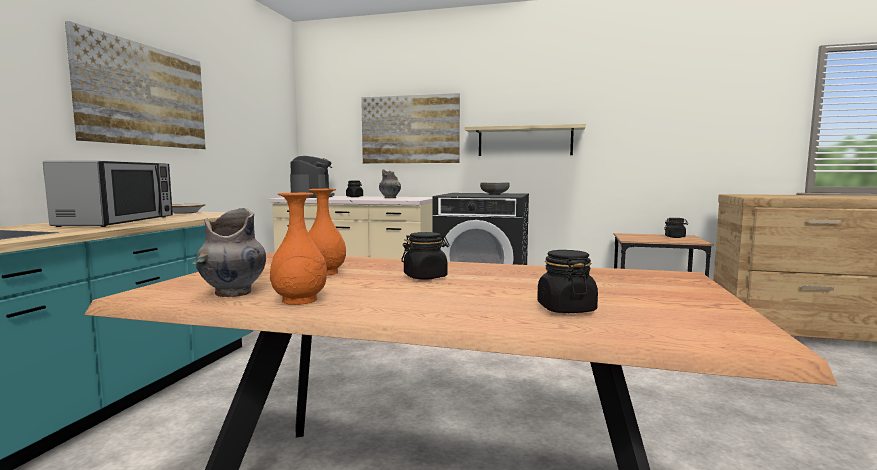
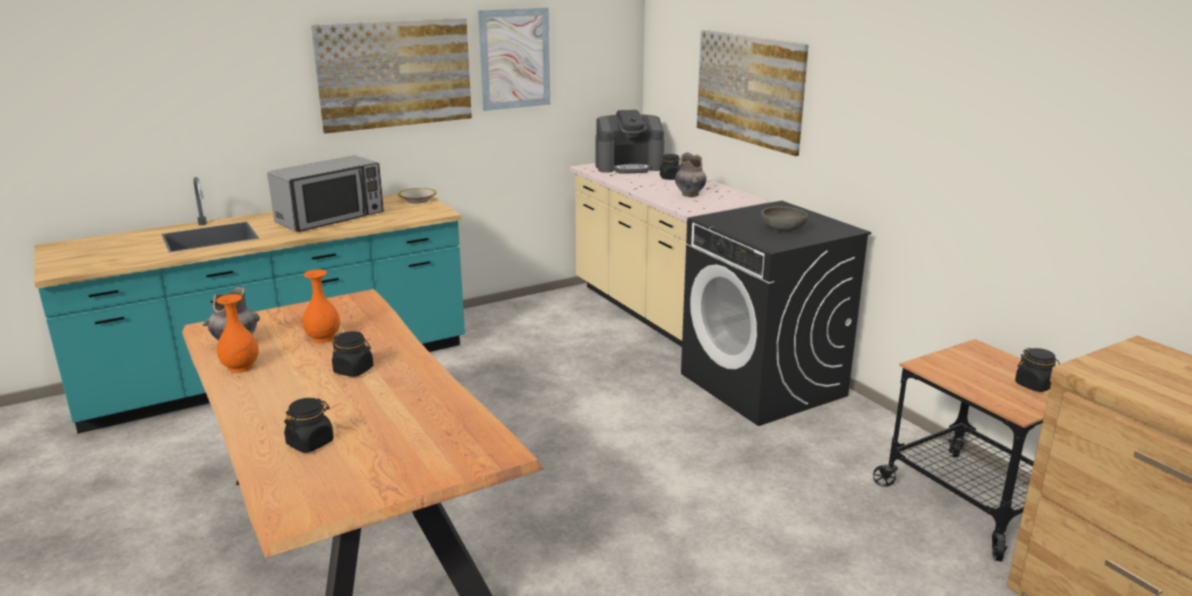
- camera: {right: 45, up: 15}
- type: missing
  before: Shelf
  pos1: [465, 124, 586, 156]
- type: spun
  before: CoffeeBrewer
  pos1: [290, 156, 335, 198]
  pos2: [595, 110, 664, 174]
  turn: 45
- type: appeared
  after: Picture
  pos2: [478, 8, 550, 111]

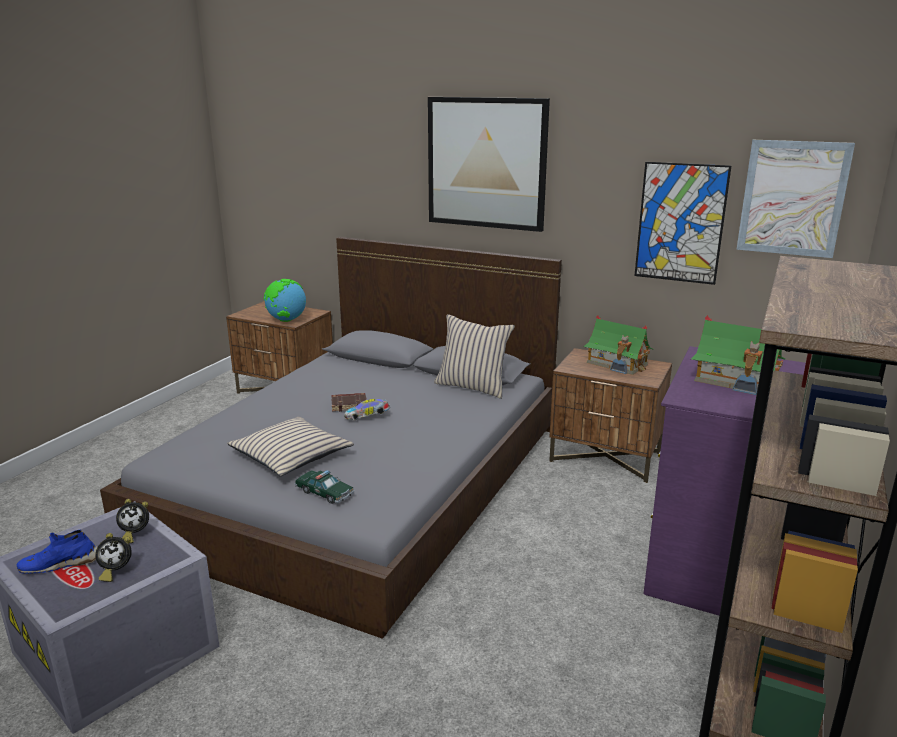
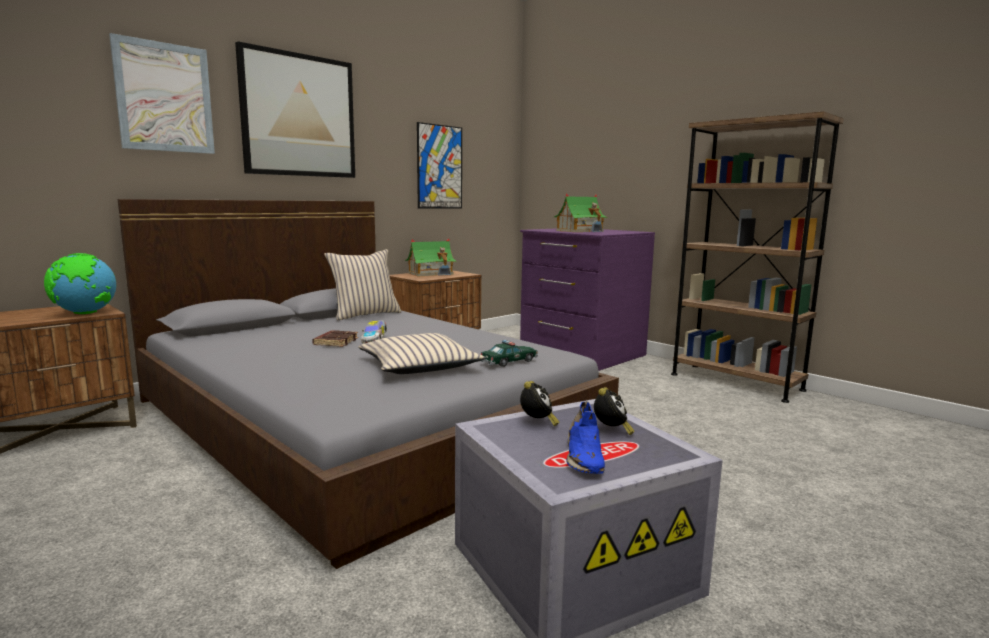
- camera: {right: -70, up: -10}
- type: relocated
  before: Picture
  pos1: [736, 140, 855, 258]
  pos2: [109, 33, 215, 154]

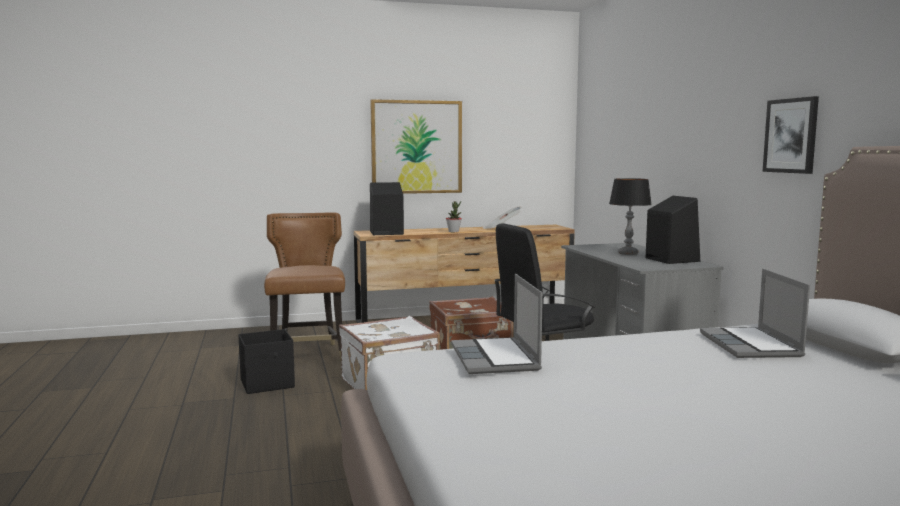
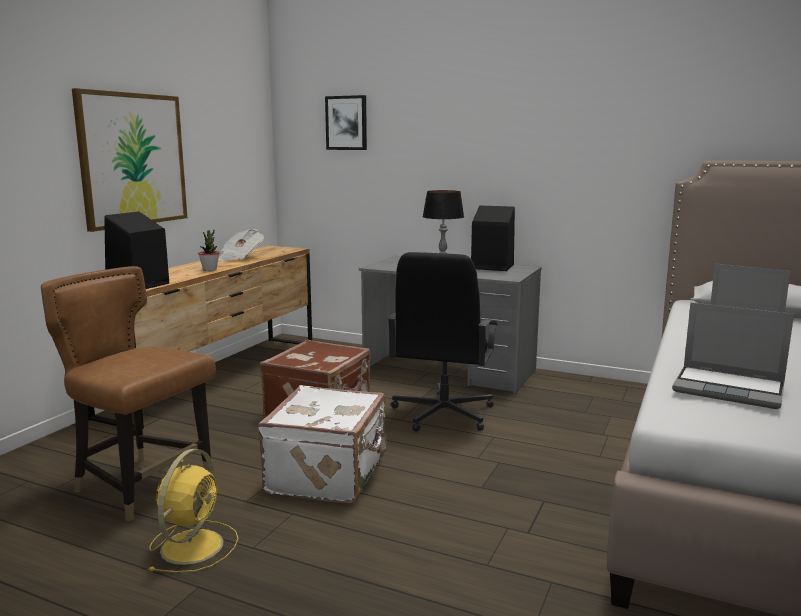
- camera: {right: -50, up: 5}
- type: relocated
  before: Picture
  pos1: [762, 96, 819, 174]
  pos2: [325, 95, 367, 150]
- type: exchanged
  before: BlackishStorageContainer
  after: YellowColouredFan
  pos1: [238, 329, 295, 394]
  pos2: [148, 449, 239, 573]

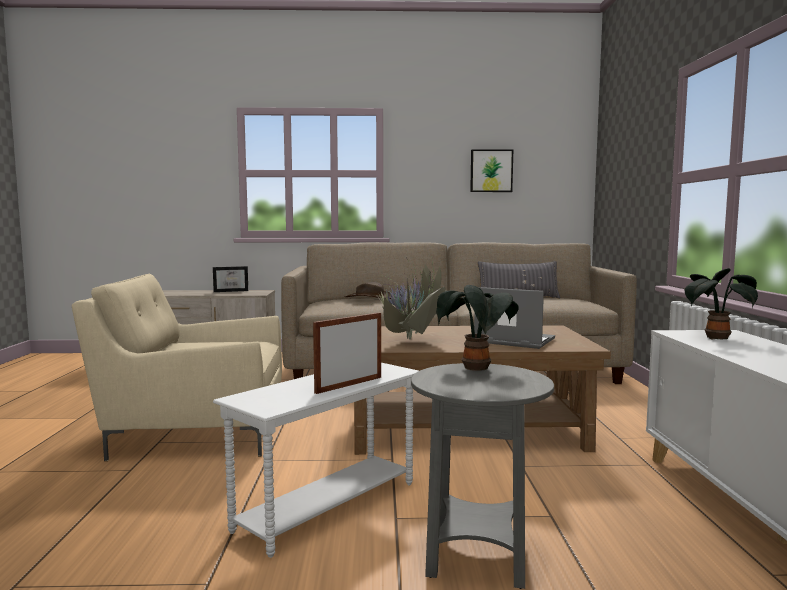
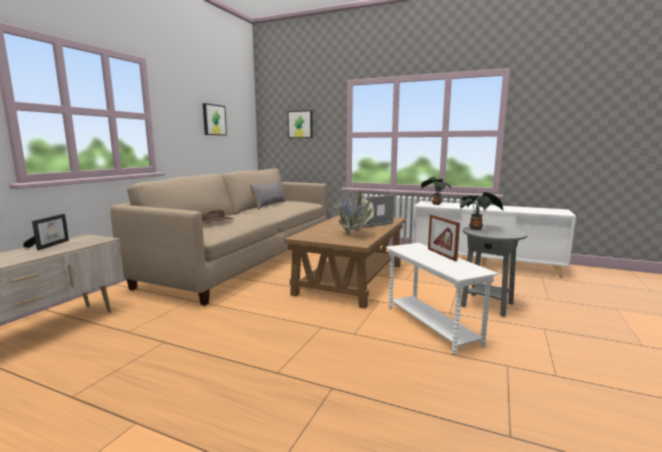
- camera: {right: -65, up: 5}
- type: missing
  before: BeigeEasyChair
  pos1: [72, 274, 282, 461]
- type: appeared
  after: Picture
  pos2: [288, 110, 313, 138]

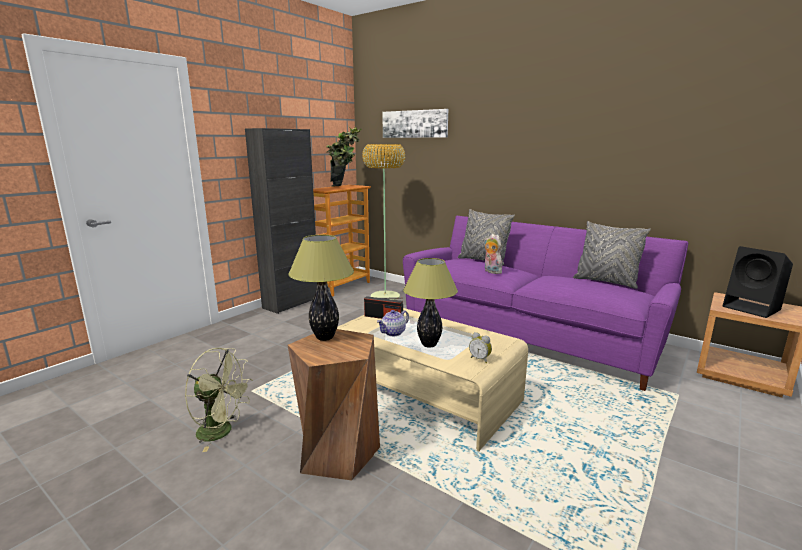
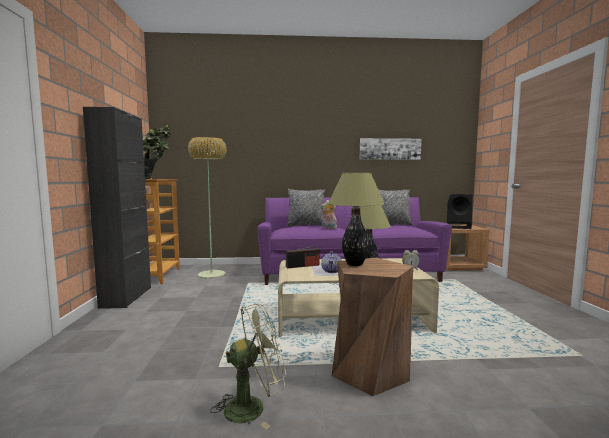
- camera: {right: -40, up: -10}
- type: relocated
  before: Picture
  pos1: [382, 109, 448, 138]
  pos2: [360, 138, 422, 160]

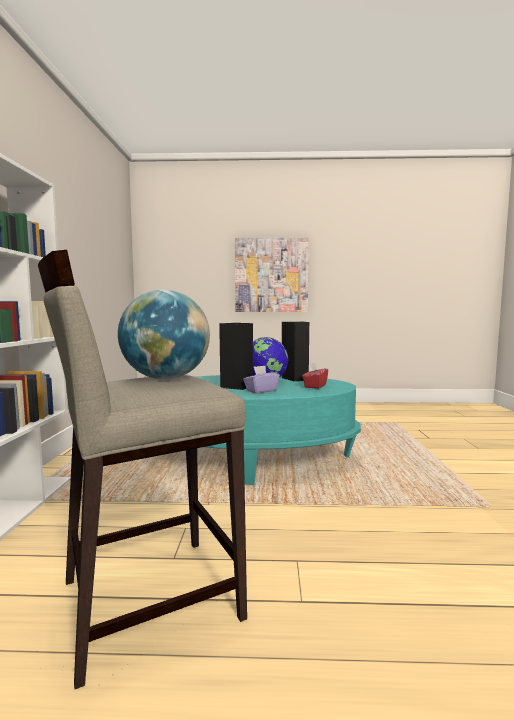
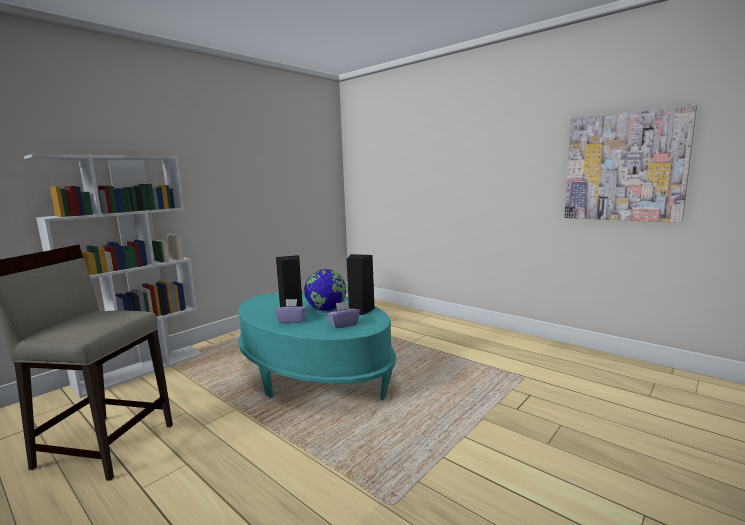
- camera: {right: 40, up: 5}
- type: relocated
  before: Picture
  pos1: [235, 237, 309, 312]
  pos2: [564, 105, 697, 223]
- type: missing
  before: WorldGlobe
  pos1: [118, 289, 210, 379]
- type: colour
  before: RedColouredTissueHolder
  after: PurpleColouredTissueHolder
  pos1: [302, 362, 328, 389]
  pos2: [327, 301, 360, 329]

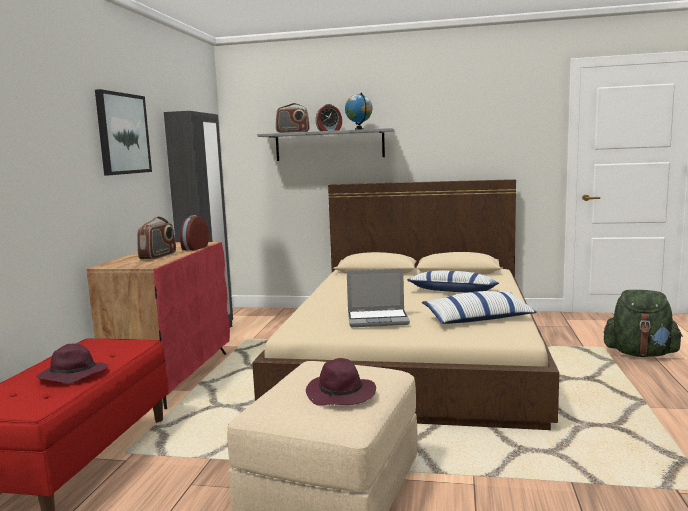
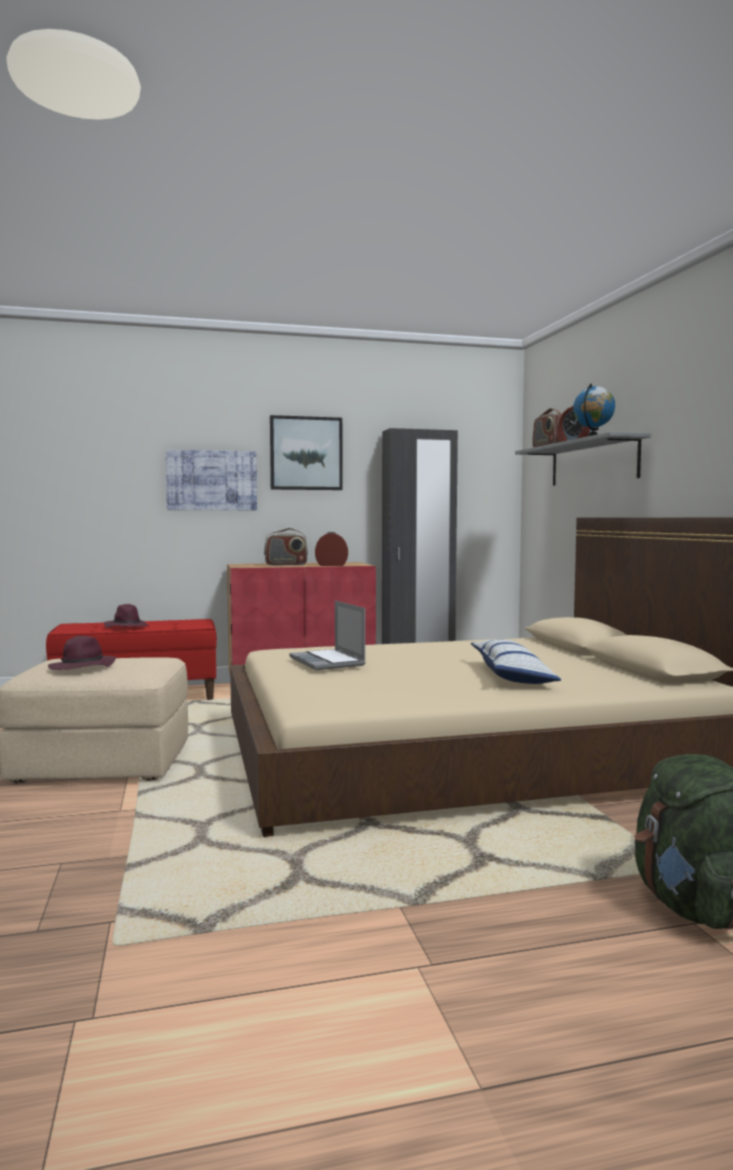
- camera: {right: 65, up: -5}
- type: missing
  before: Cushion
  pos1: [422, 291, 537, 324]
- type: appeared
  after: Picture
  pos2: [165, 449, 257, 510]

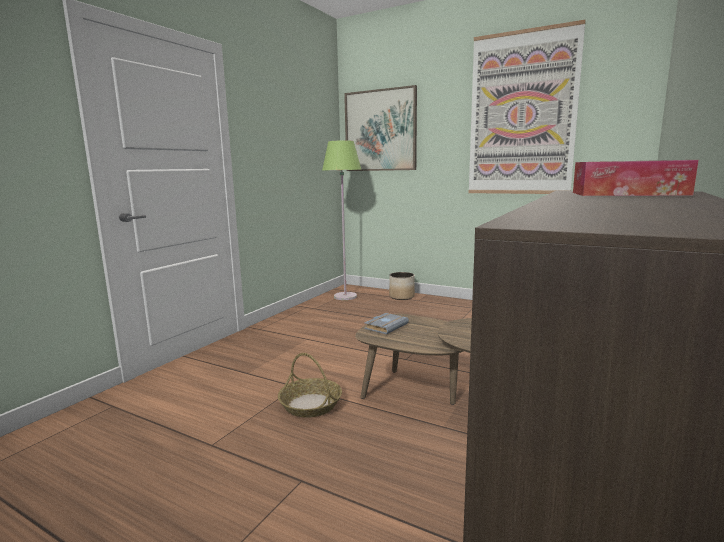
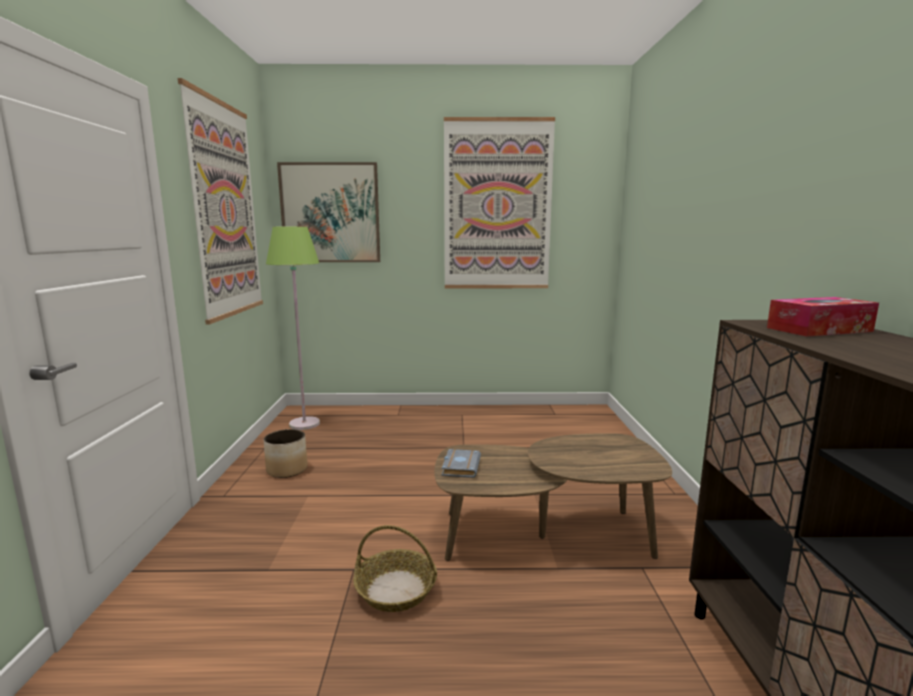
- camera: {right: -30, up: 0}
- type: relocated
  before: PlantPot
  pos1: [389, 272, 415, 300]
  pos2: [264, 429, 308, 478]
- type: appeared
  after: Picture
  pos2: [178, 78, 263, 324]

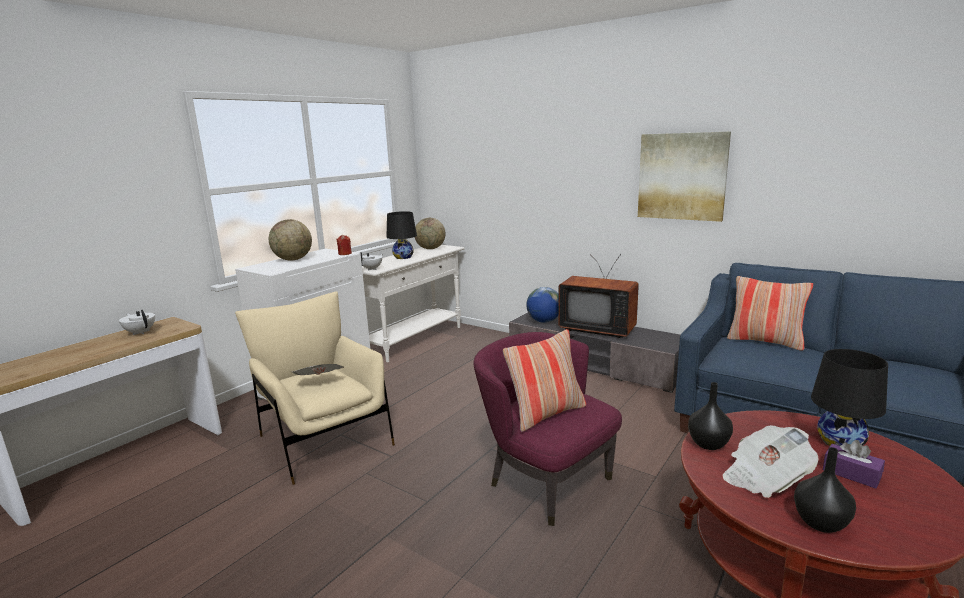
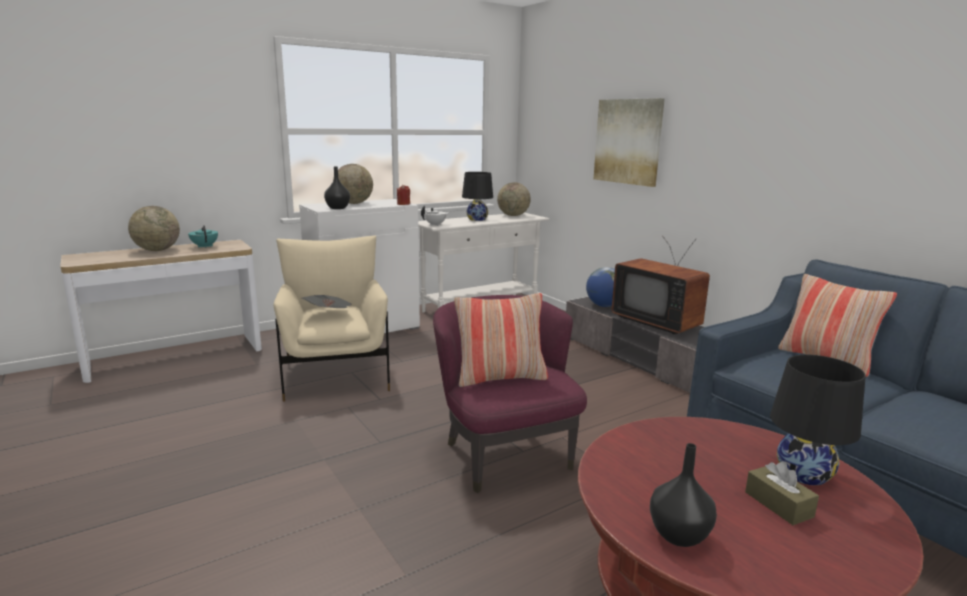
- camera: {right: 20, up: 0}
- type: relocated
  before: Picture
  pos1: [638, 131, 731, 222]
  pos2: [594, 98, 665, 187]
- type: colour
  before: WhiteColouredTeaPot
  after: TurquoiseColouredTeaPot
  pos1: [119, 309, 155, 335]
  pos2: [188, 225, 218, 248]
- type: relocated
  before: BlackishDecorativeVase
  pos1: [688, 382, 733, 450]
  pos2: [324, 166, 350, 209]
- type: missing
  before: Newspaper
  pos1: [723, 425, 819, 498]
- type: colour
  before: PurpleColouredTissueHolder
  after: BrownColouredTissueHolder
  pos1: [823, 440, 885, 489]
  pos2: [745, 461, 819, 525]
- type: appeared
  after: WorldGlobe
  pos2: [128, 206, 180, 251]

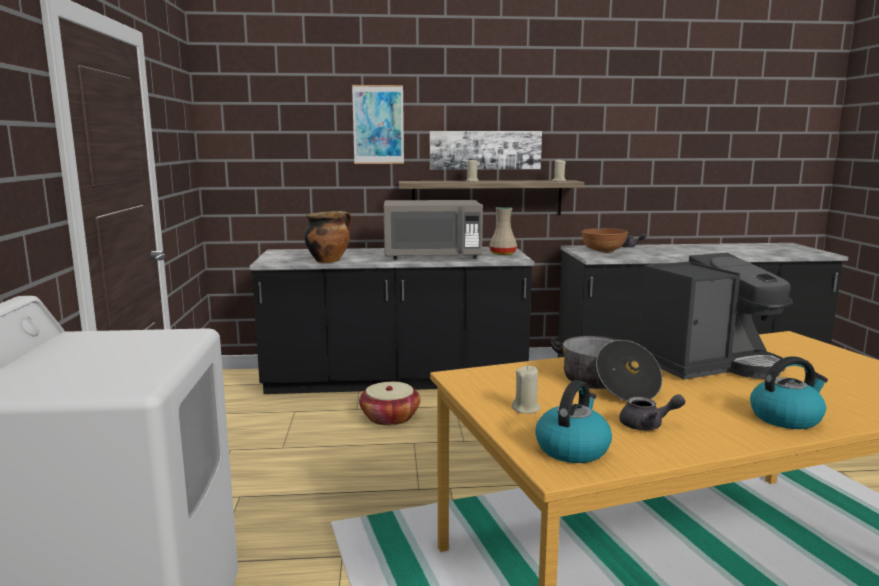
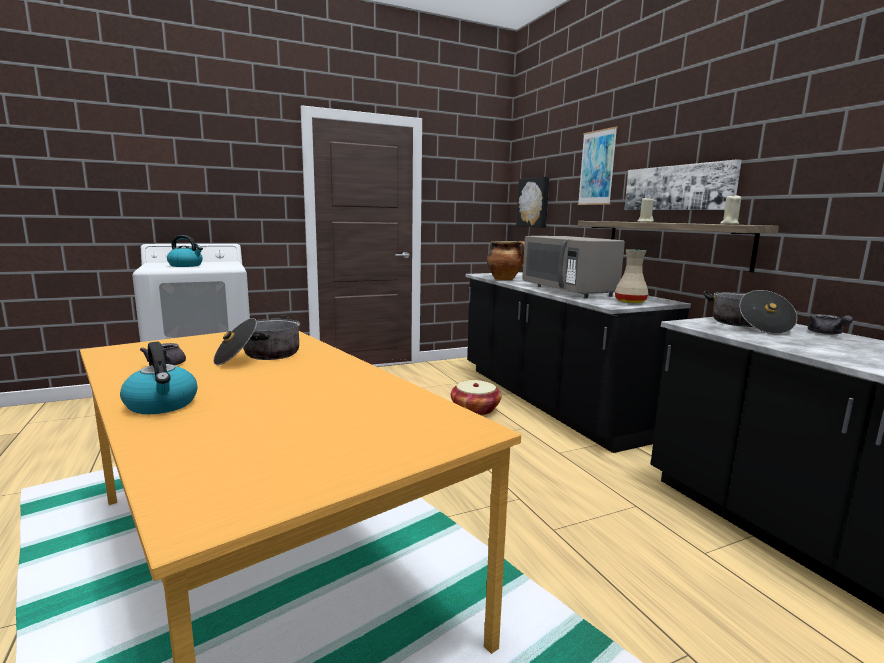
- camera: {right: 70, up: 0}
- type: exchanged
  before: BrownColouredDeepDish
  after: Stockpot
  pos1: [581, 228, 628, 253]
  pos2: [704, 290, 797, 334]
- type: missing
  before: CoffeeBrewer
  pos1: [639, 253, 793, 380]
- type: missing
  before: BeigeCandle
  pos1: [512, 365, 541, 414]
- type: relocated
  before: Kettle
  pos1: [535, 380, 612, 463]
  pos2: [167, 235, 203, 267]
- type: appeared
  after: Picture
  pos2: [516, 177, 549, 227]

